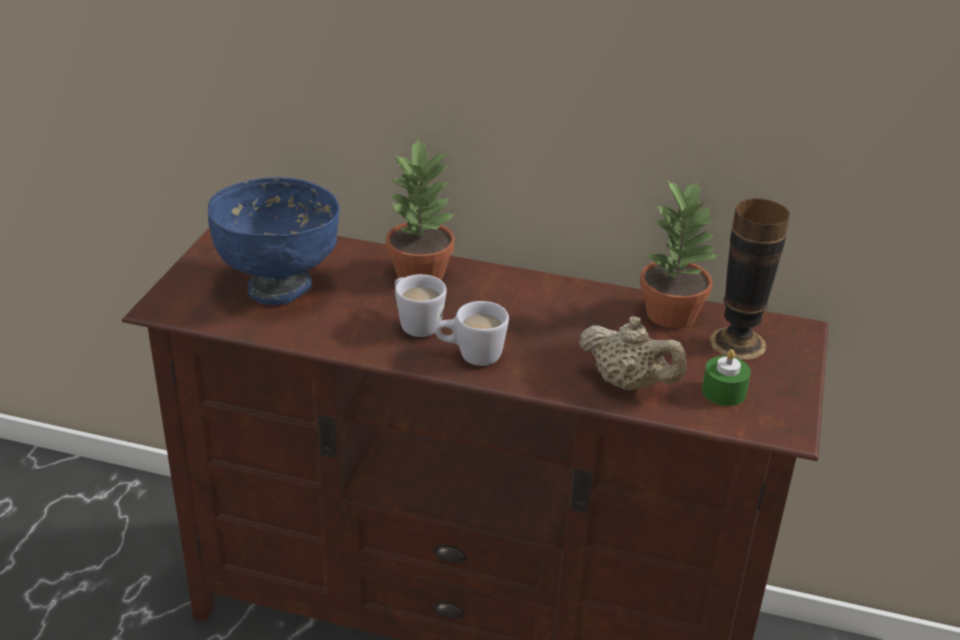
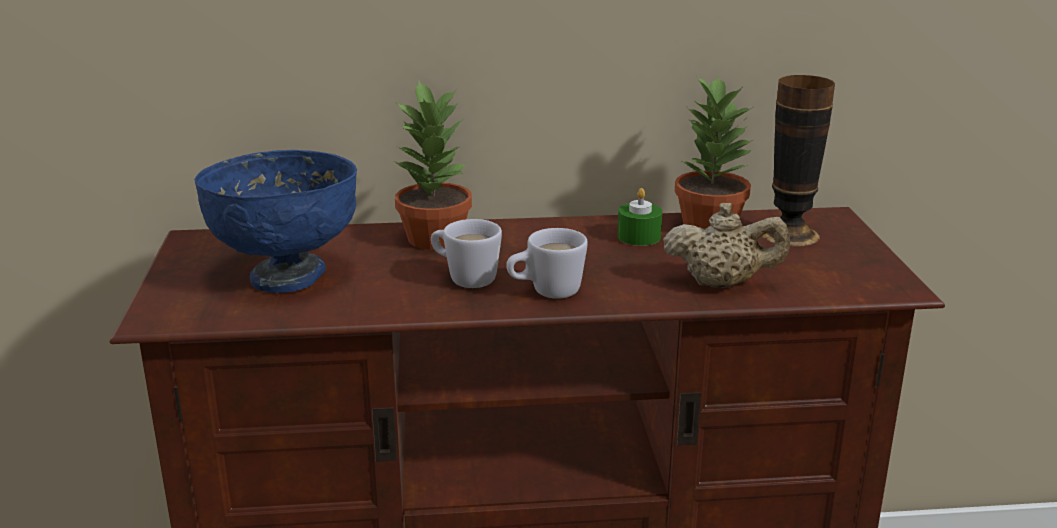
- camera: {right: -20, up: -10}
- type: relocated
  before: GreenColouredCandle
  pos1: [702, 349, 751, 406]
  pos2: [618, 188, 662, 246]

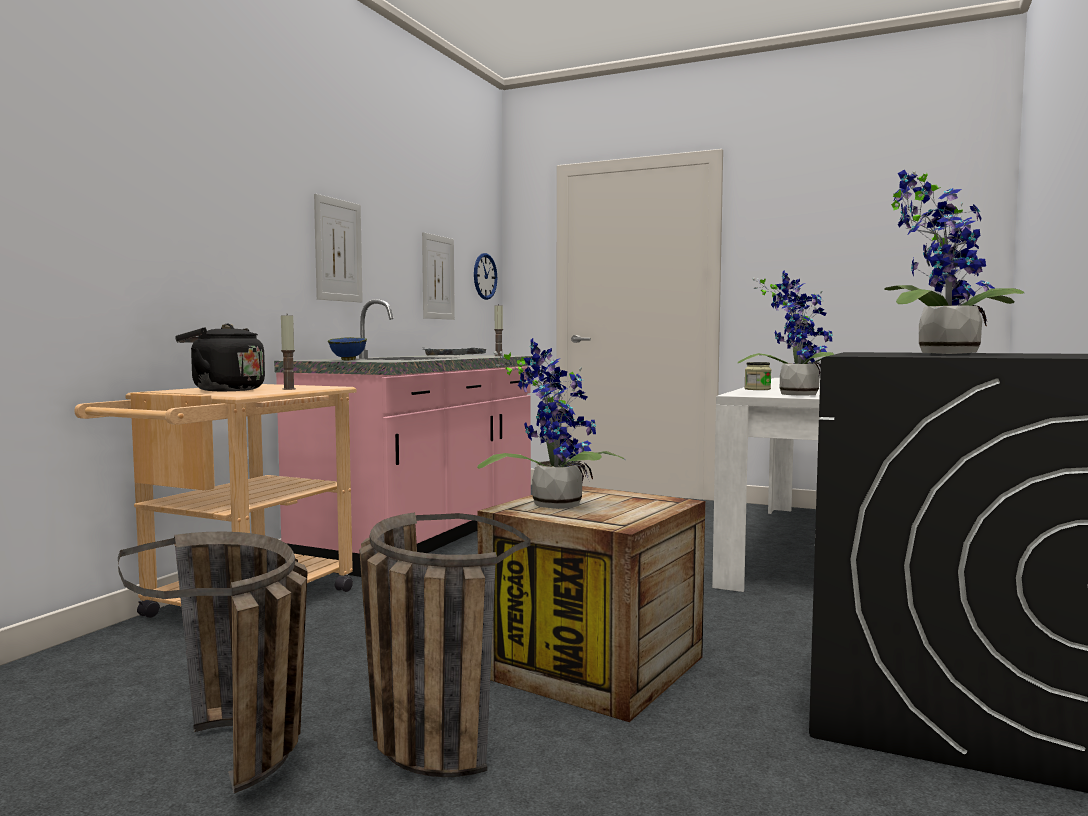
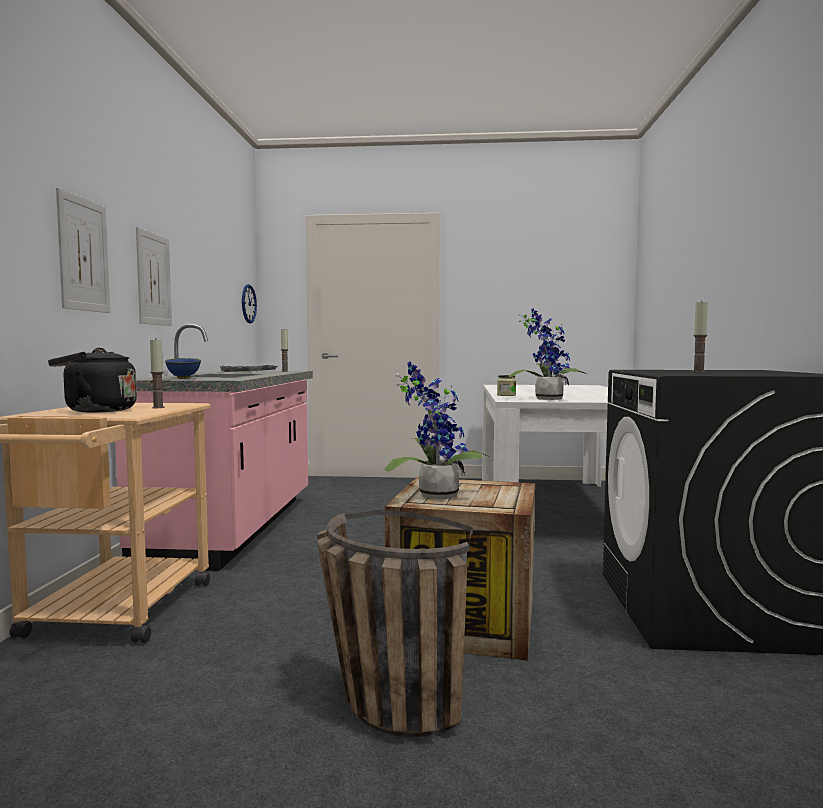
- camera: {right: -20, up: 0}
- type: exchanged
  before: Houseplant
  after: Candle
  pos1: [884, 170, 1024, 354]
  pos2: [692, 300, 708, 372]
- type: relocated
  before: Picture
  pos1: [422, 232, 455, 320]
  pos2: [56, 188, 110, 313]
- type: missing
  before: StorageBasket
  pos1: [118, 532, 308, 793]

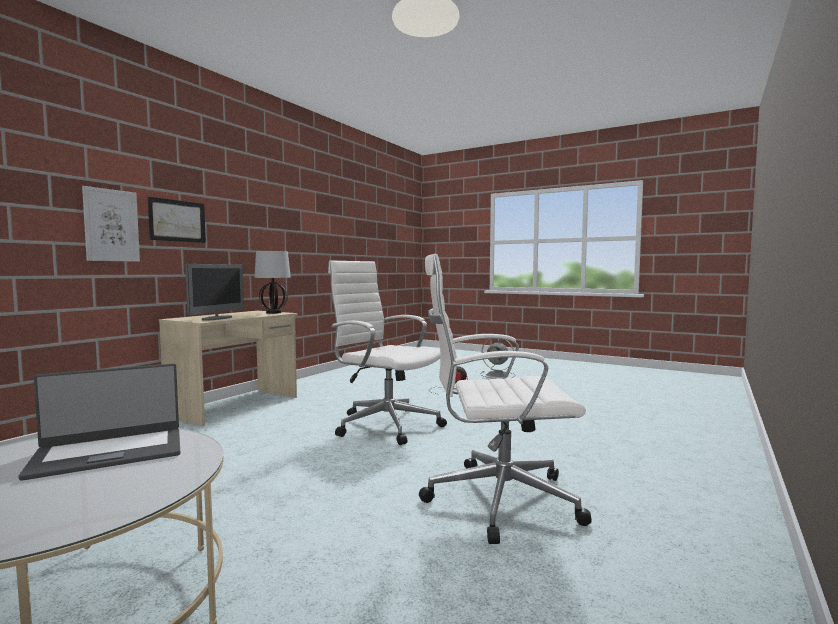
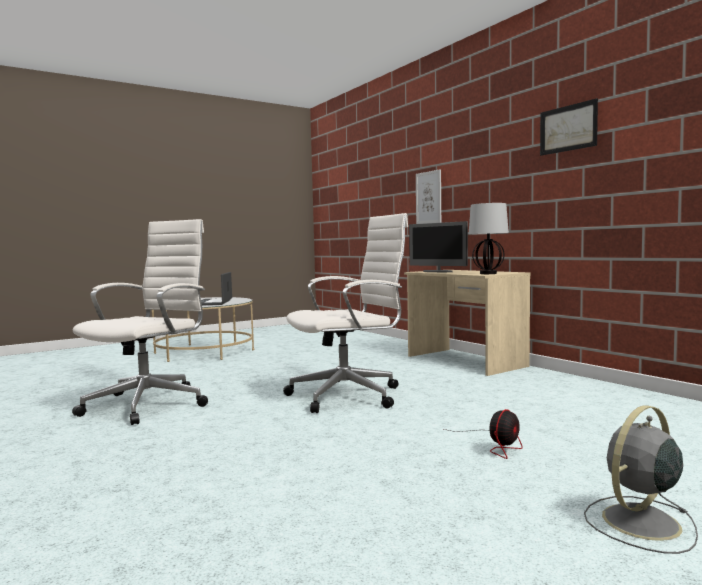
- camera: {right: 115, up: 0}
- type: relocated
  before: Picture
  pos1: [148, 197, 206, 243]
  pos2: [540, 98, 598, 156]

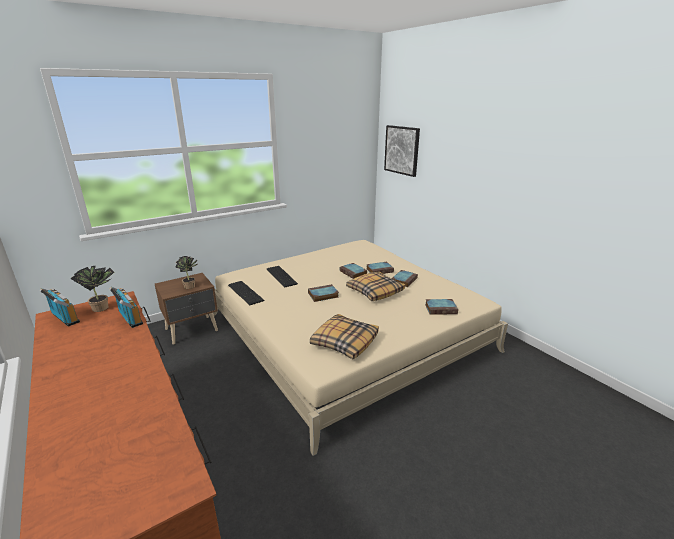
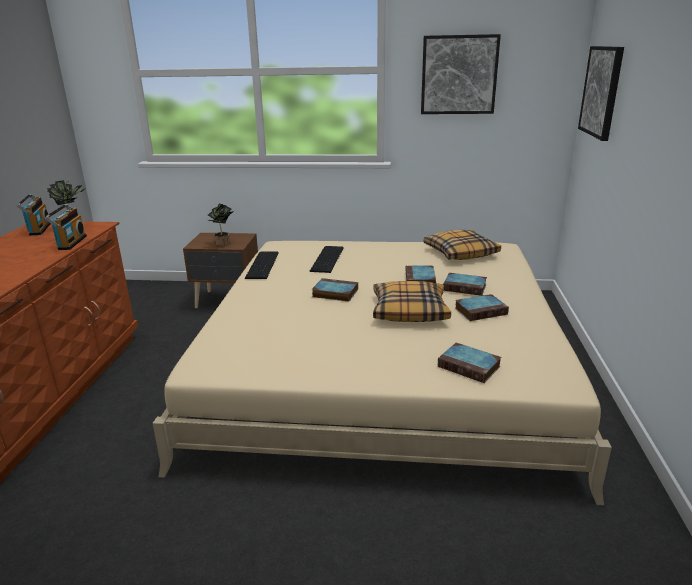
- camera: {right: 40, up: 0}
- type: relocated
  before: Cushion
  pos1: [310, 314, 379, 359]
  pos2: [424, 230, 501, 260]
- type: appeared
  after: Picture
  pos2: [421, 34, 501, 114]

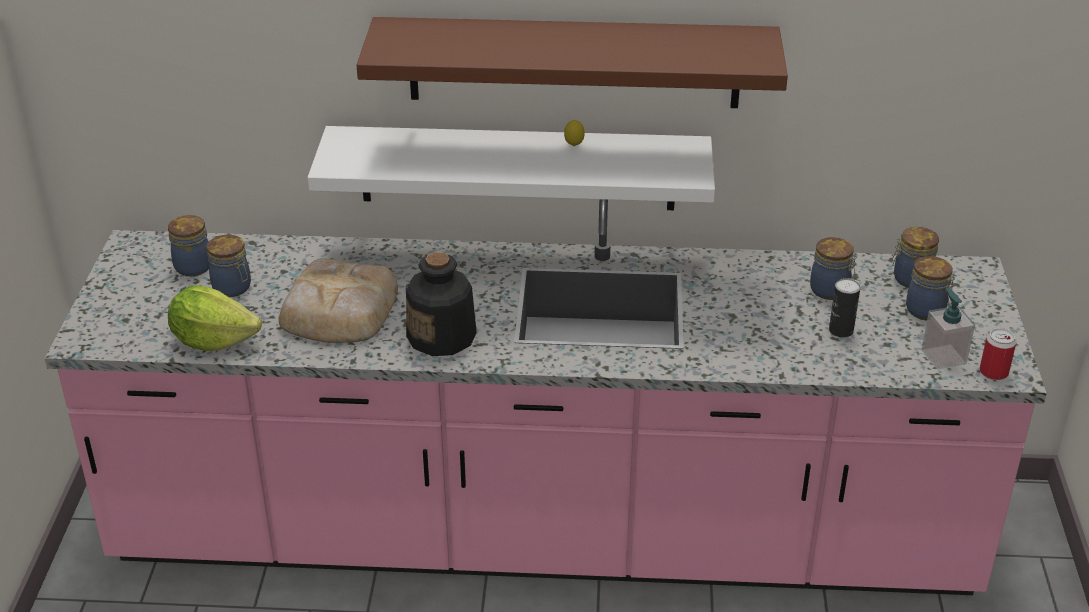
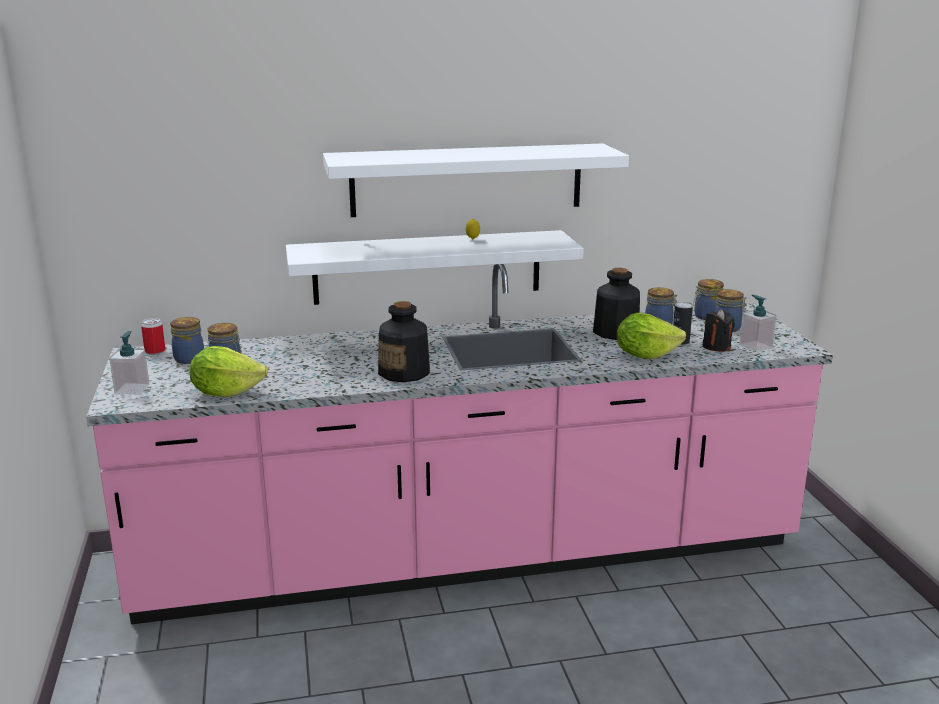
- camera: {right: -15, up: -15}
- type: colour
  before: BrownColouredShelf
  after: WhiteColouredShelf
  pos1: [357, 17, 788, 108]
  pos2: [323, 144, 629, 217]
- type: missing
  before: Bread
  pos1: [279, 258, 398, 343]
- type: relocated
  before: MetalCan
  pos1: [980, 328, 1016, 380]
  pos2: [141, 318, 165, 355]
- type: appeared
  after: DrinkBottle
  pos2: [593, 268, 640, 340]
- type: appeared
  after: BlackishCandle
  pos2: [702, 309, 735, 352]
- type: appeared
  after: LettuceHead
  pos2: [617, 313, 686, 359]
- type: appeared
  after: LiquidSoapBottle
  pos2: [109, 331, 150, 394]

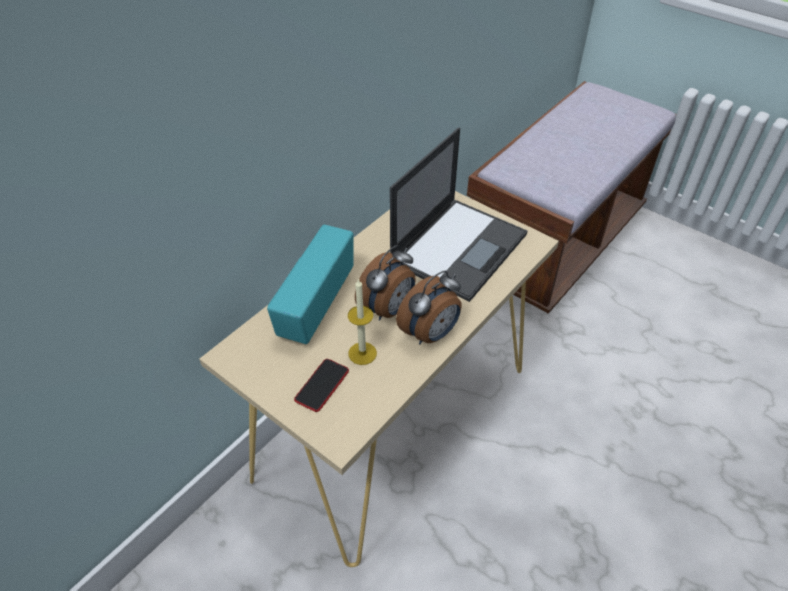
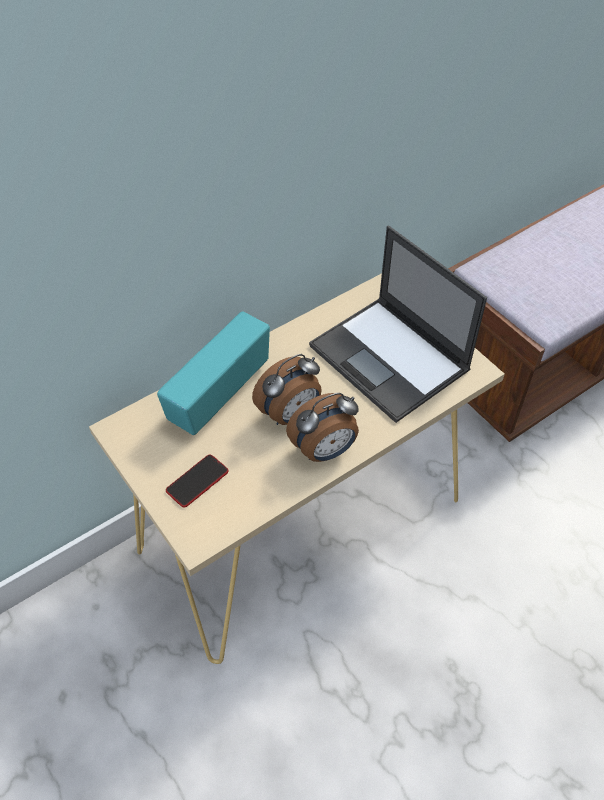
- camera: {right: 15, up: 5}
- type: spun
  before: NotebookComputer
  pos1: [390, 127, 527, 302]
  pos2: [309, 226, 487, 423]
  turn: 90
- type: missing
  before: Candle
  pos1: [348, 278, 377, 365]

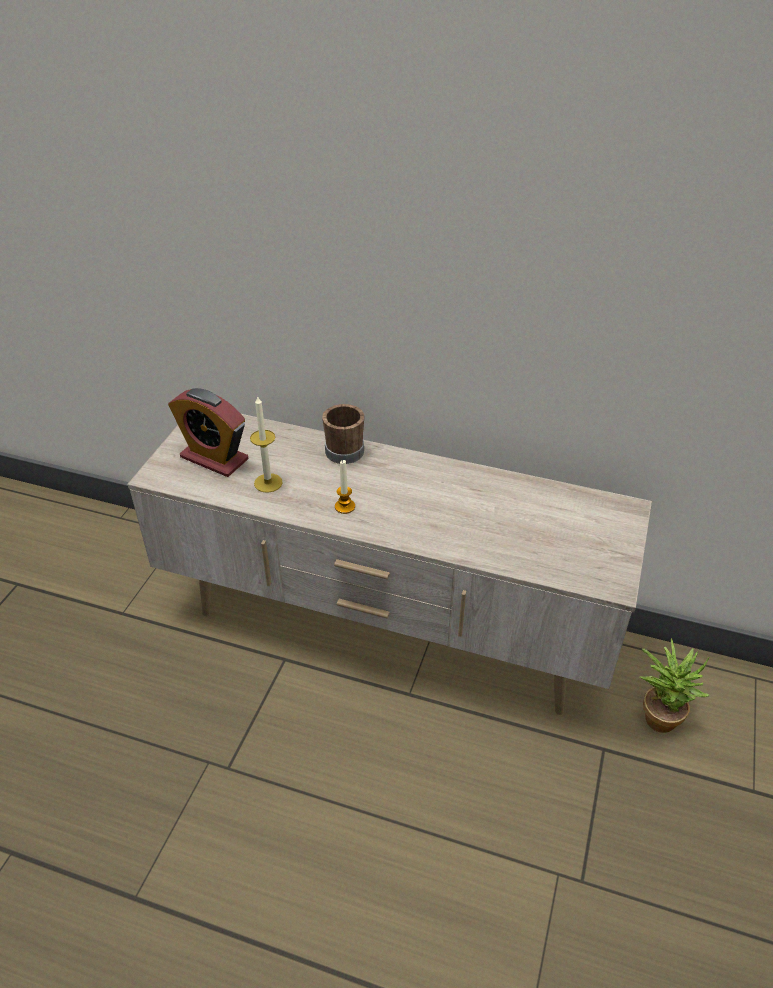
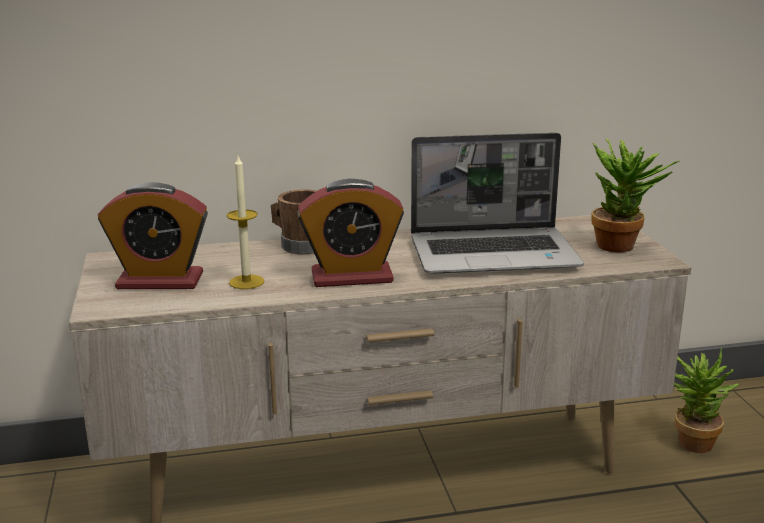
- camera: {right: -30, up: -20}
- type: exchanged
  before: Candle
  after: AlarmClock
  pos1: [335, 460, 355, 514]
  pos2: [297, 179, 404, 287]
- type: appeared
  after: NotebookComputer
  pos2: [411, 133, 584, 274]
- type: appeared
  after: Houseplant
  pos2: [592, 138, 679, 252]

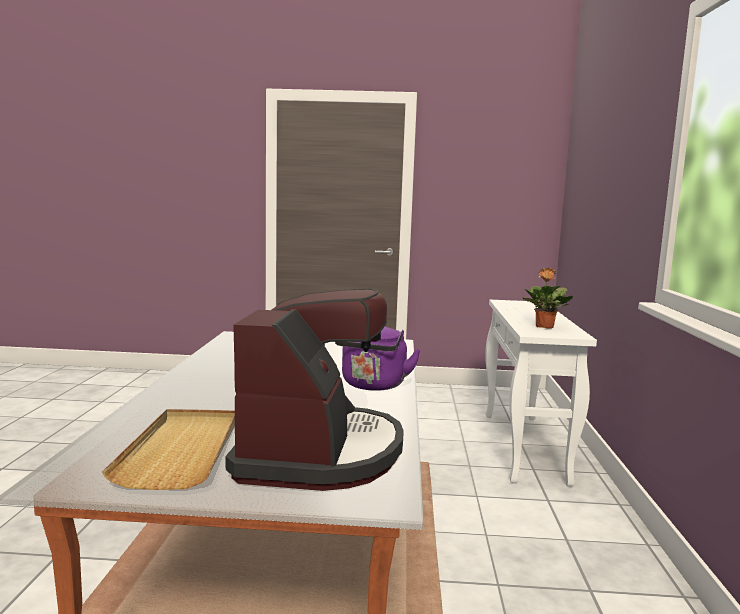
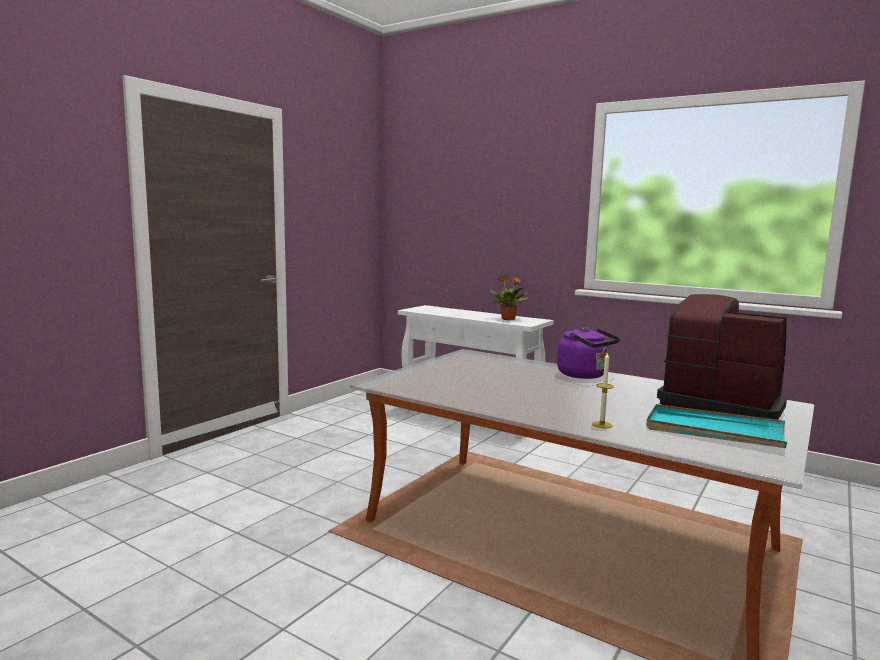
- camera: {right: -60, up: 0}
- type: colour
  before: BeigeServingTray
  after: TurquoiseColouredServingTray
  pos1: [102, 409, 235, 490]
  pos2: [646, 404, 787, 448]
- type: appeared
  after: Candle
  pos2: [592, 352, 614, 429]

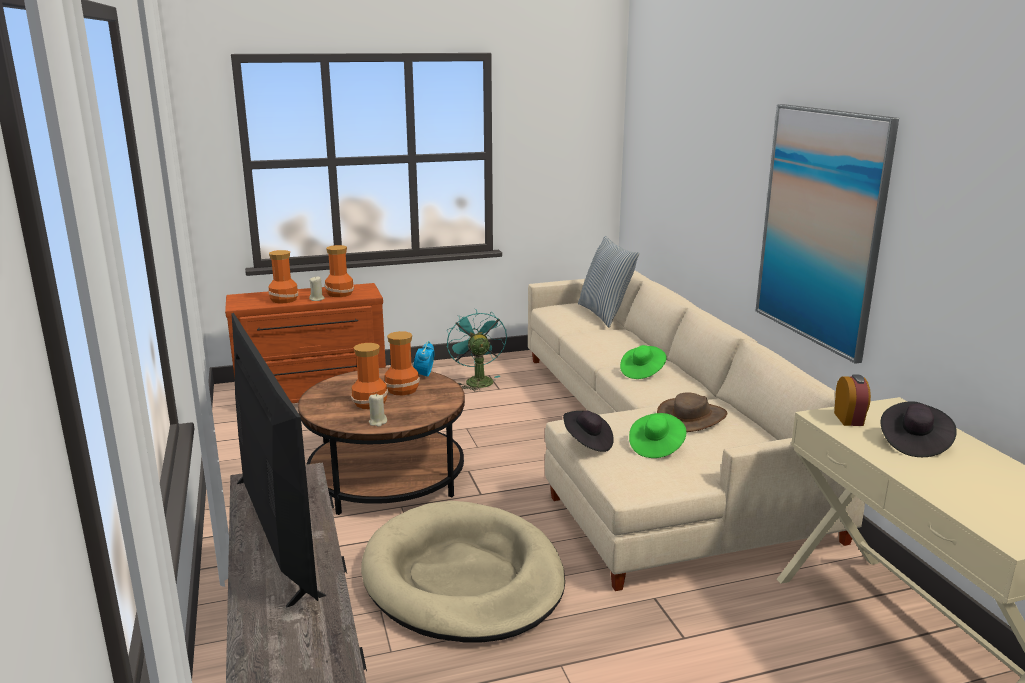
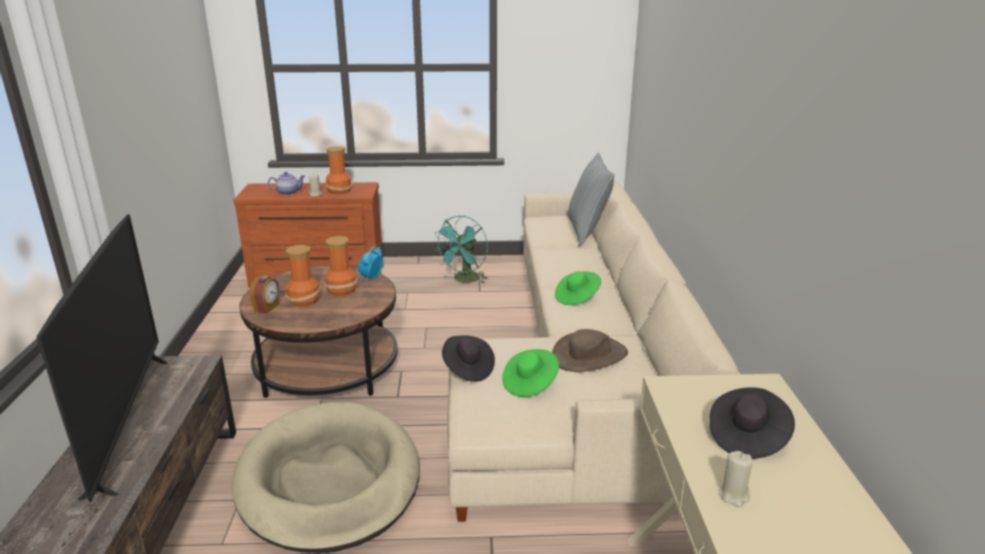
- camera: {right: 15, up: 5}
- type: missing
  before: Picture
  pos1: [755, 104, 899, 364]
- type: exchanged
  before: DecorativeVase
  after: TeaPot
  pos1: [268, 250, 299, 304]
  pos2: [268, 172, 305, 195]
- type: spun
  before: TurquoiseColouredFan
  pos1: [447, 309, 507, 392]
  pos2: [434, 216, 488, 283]
  turn: -150
- type: relocated
  before: AlarmClock
  pos1: [834, 374, 871, 426]
  pos2: [250, 275, 279, 314]
- type: relocated
  before: BeigeCandle
  pos1: [369, 394, 387, 427]
  pos2: [718, 451, 753, 507]

